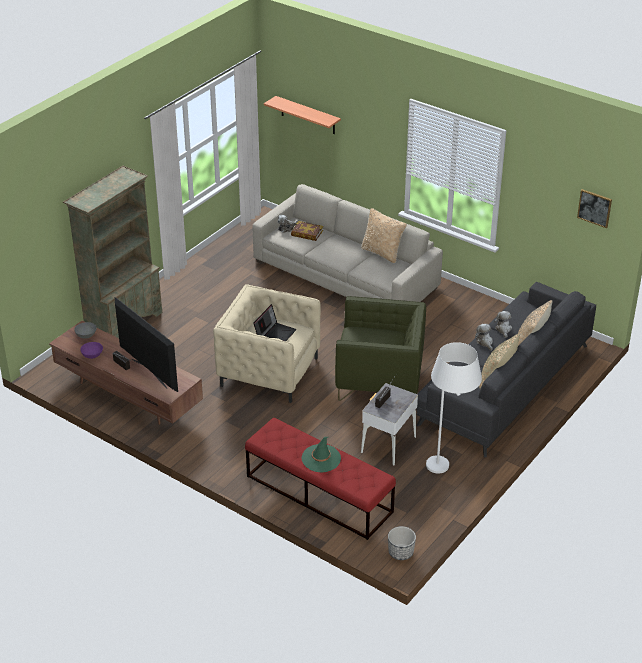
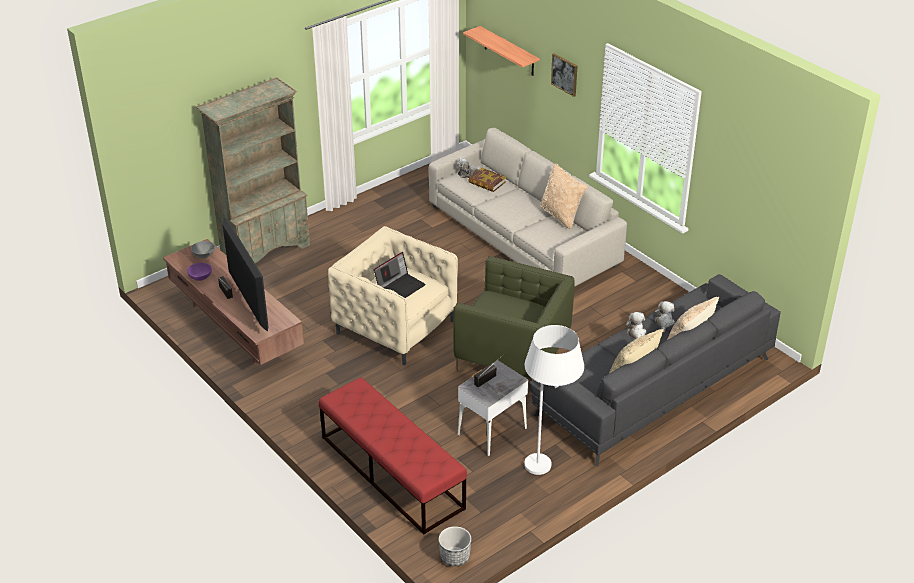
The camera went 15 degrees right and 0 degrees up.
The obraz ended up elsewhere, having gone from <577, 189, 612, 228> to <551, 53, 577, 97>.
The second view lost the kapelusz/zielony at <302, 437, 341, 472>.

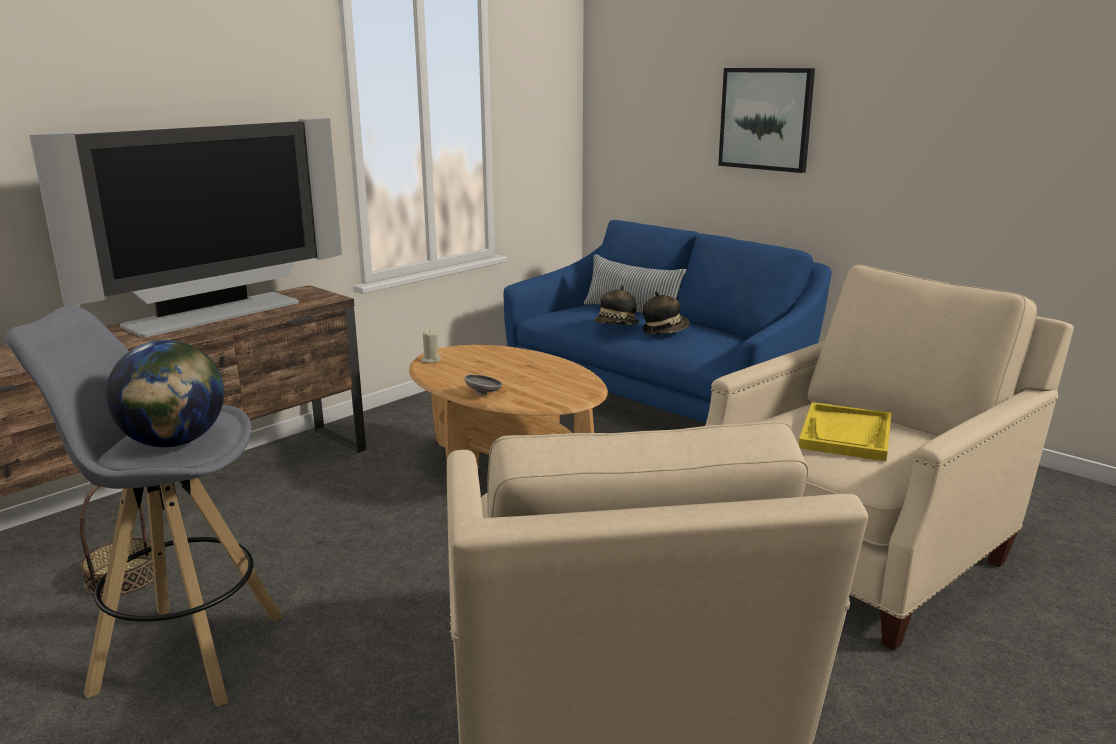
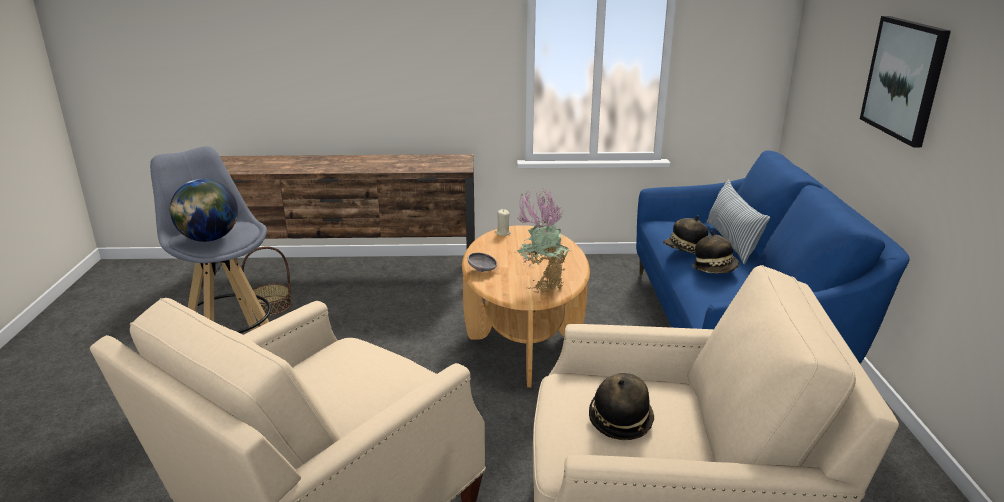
The camera went 45 degrees right and 5 degrees up.
The second view lost the telewizor at <29, 118, 342, 337>.
Where the taca/żółty stood at <799, 402, 891, 461>, the kapelusz came to stand at <589, 373, 654, 440>.
The second view gained the roślina doniczkowa at <517, 188, 571, 294>.

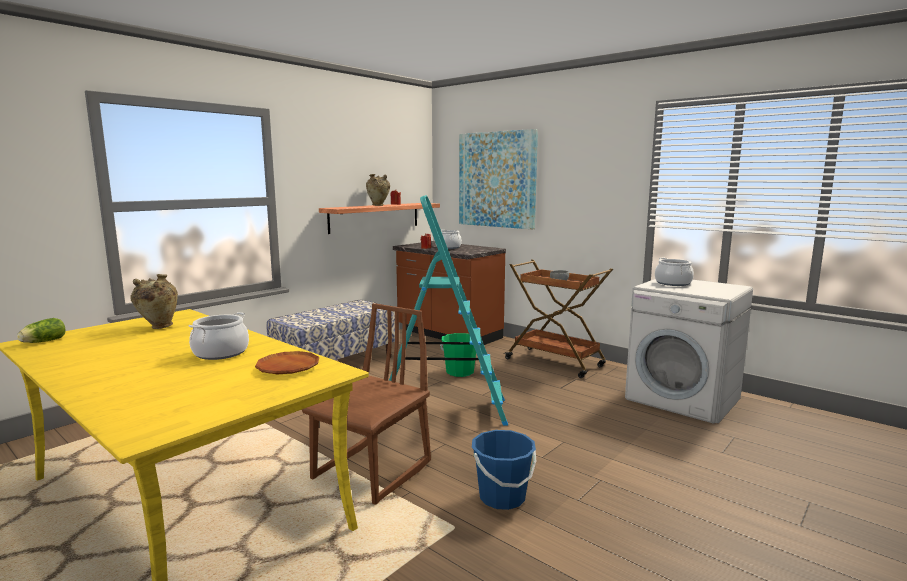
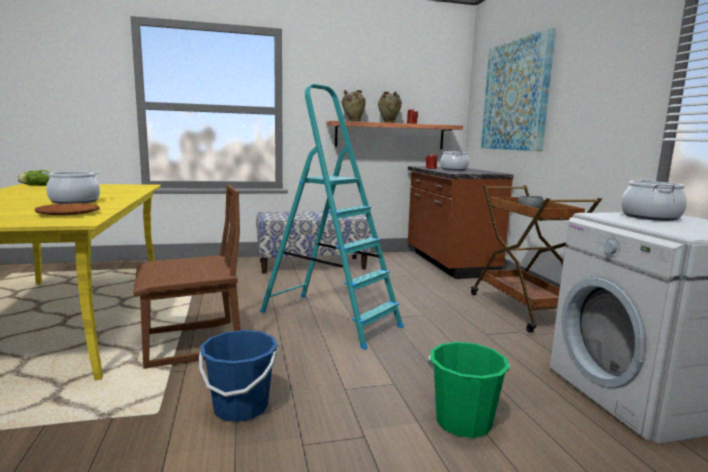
The camera went 35 degrees right and 0 degrees up.
The wazon/beżowy ended up elsewhere, having gone from <130, 274, 178, 329> to <342, 90, 366, 122>.
The wiadro/zielony ended up elsewhere, having gone from <440, 333, 476, 377> to <428, 342, 510, 438>.

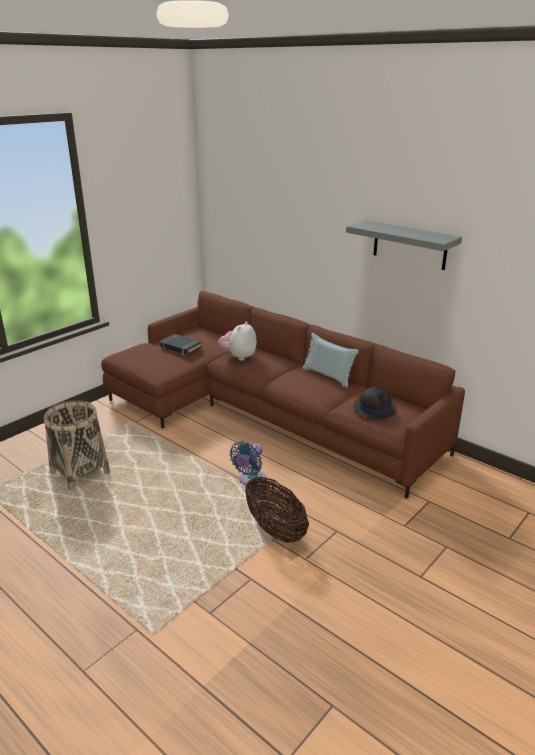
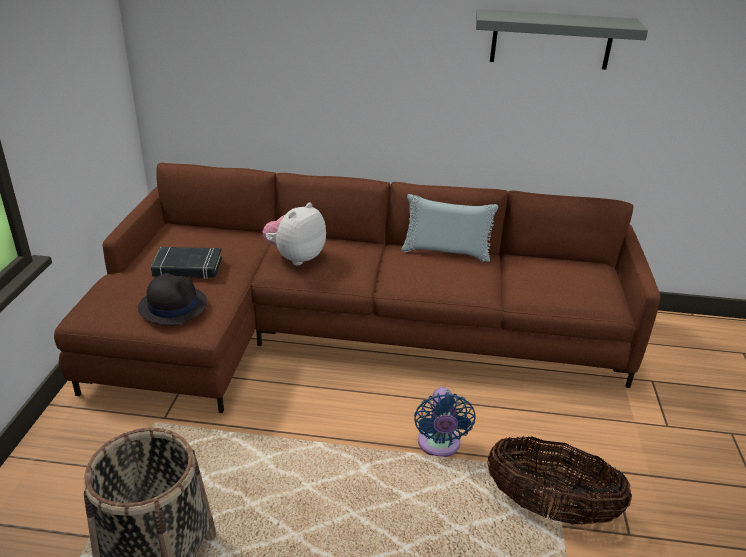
The camera went 35 degrees left and 5 degrees up.
The pluszak at <218, 321, 257, 361> ended up facing another way, 45 degrees clockwise from before.
The kapelusz/czarny ended up elsewhere, having gone from <353, 387, 397, 420> to <138, 273, 207, 325>.

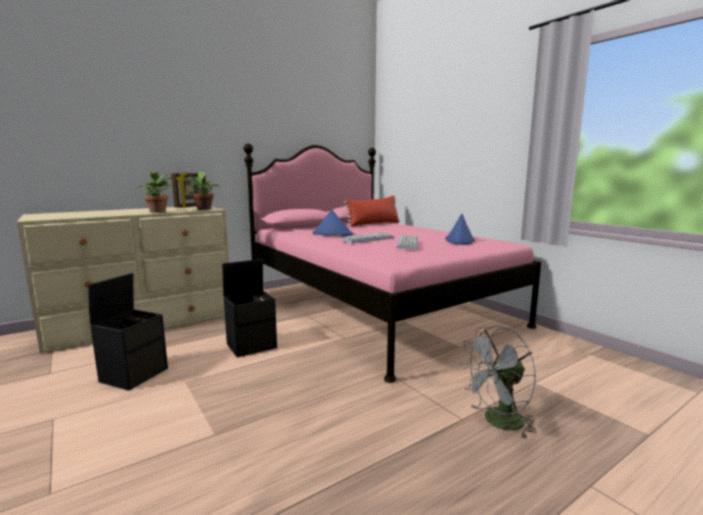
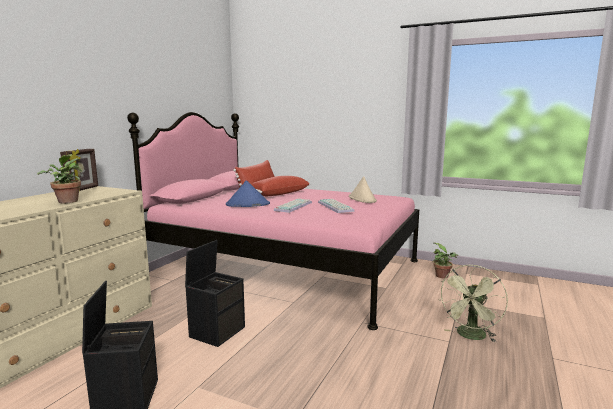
The camera went 30 degrees left and 0 degrees up.
The roślina doniczkowa ended up elsewhere, having gone from <184, 172, 220, 210> to <432, 243, 458, 278>.
What was the kapelusz/niebieski at <445, 214, 475, 245> turned into the kapelusz/beżowy at <349, 176, 377, 203>.
What was the wentylator/szary at <460, 326, 537, 438> turned into the wentylator/zielony at <438, 265, 508, 342>.
The second view gained the poduszka/czerwony at <251, 176, 310, 196>.

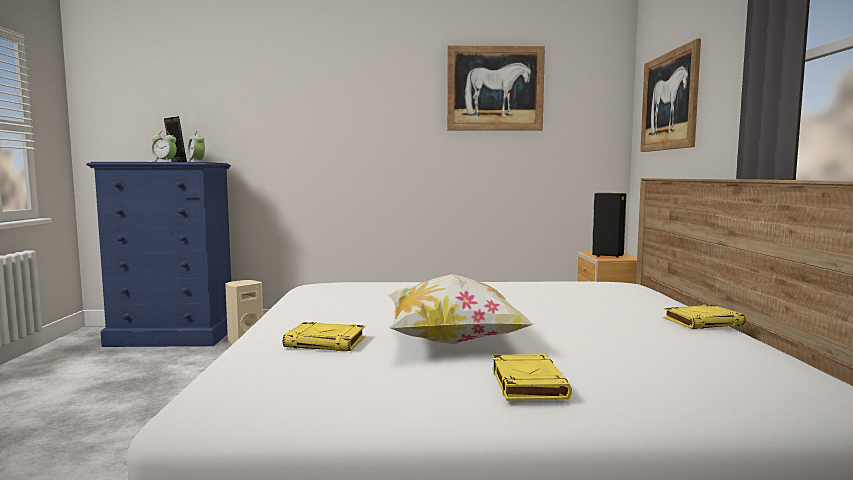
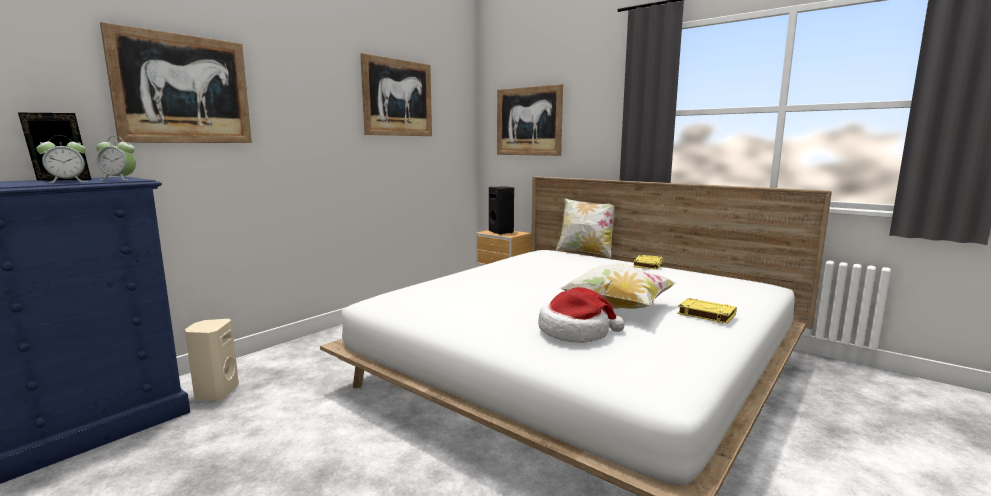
The camera went 50 degrees left and 5 degrees up.
Where the książka/żółty stood at <283, 322, 365, 351>, the kapelusz came to stand at <538, 287, 625, 343>.
The second view gained the obraz at <100, 22, 252, 143>.
The second view gained the poduszka at <556, 198, 615, 258>.

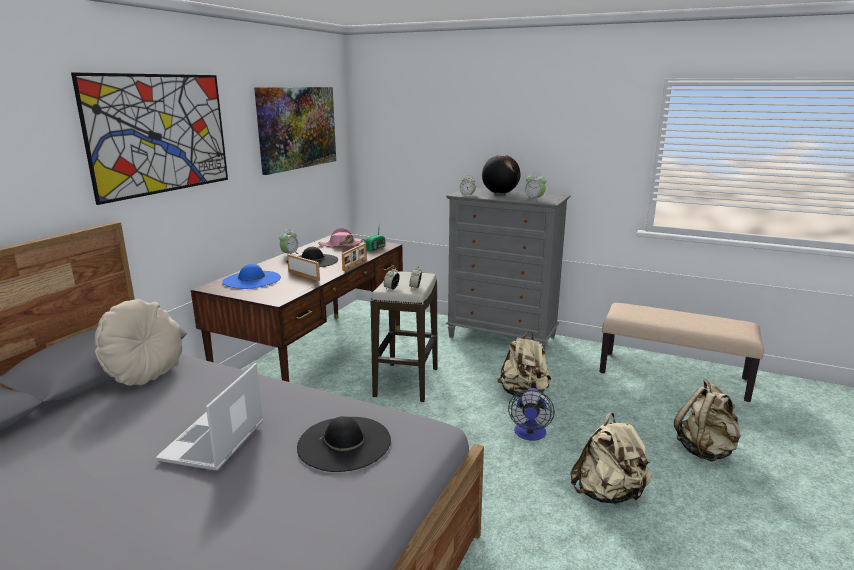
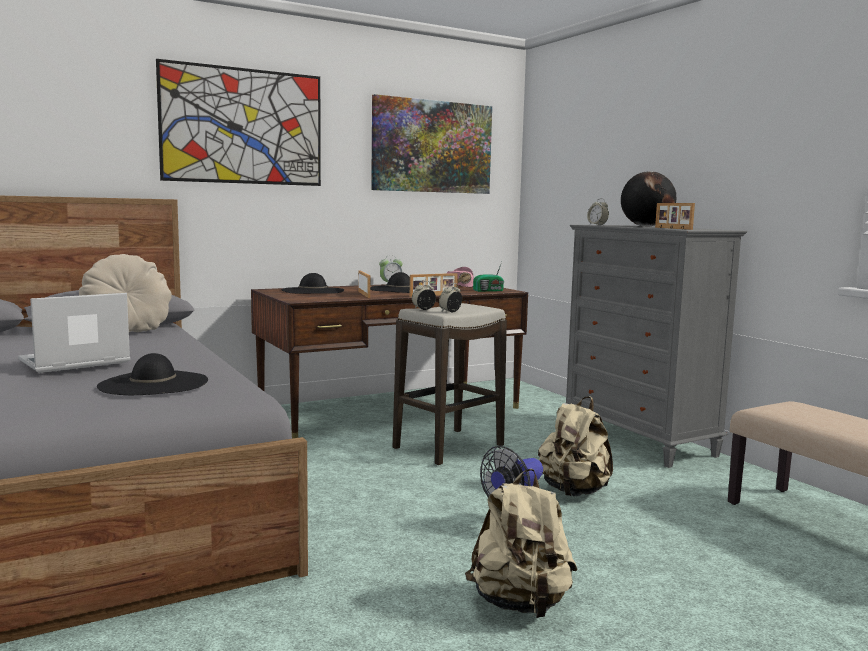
The camera went 35 degrees right and 10 degrees down.
Where the budzik stood at <524, 172, 547, 202>, the ramka na zdjęcie came to stand at <655, 203, 695, 230>.
What was the kapelusz/niebieski at <222, 264, 281, 289> turned into the kapelusz/czarny at <281, 273, 344, 294>.
The second view lost the plecak/beżowy at <674, 380, 741, 461>.

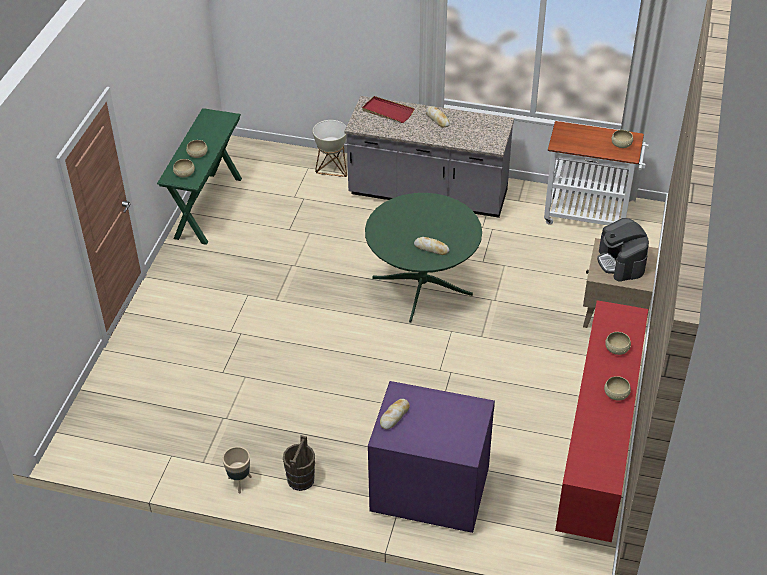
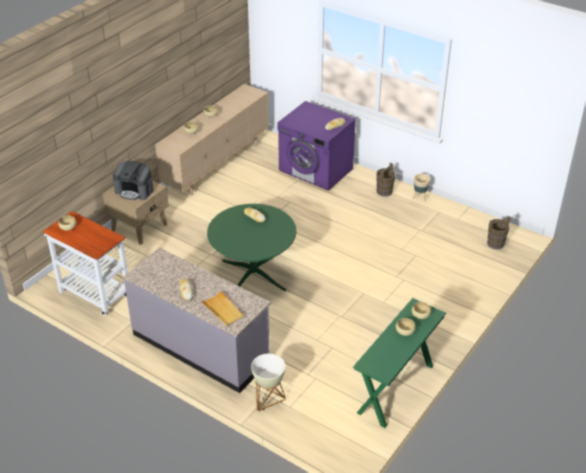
The camera went 160 degrees left and 5 degrees down.
What was the taca/czerwony at <362, 96, 415, 123> turned into the taca/beżowy at <201, 290, 244, 327>.
The ekspres do kawy at <597, 218, 649, 282> ended up facing another way, 105 degrees clockwise from before.
What was the szafka/czerwony at <555, 300, 648, 542> turned into the szafka/beżowy at <155, 84, 269, 196>.
The second view gained the wiadro/brązowy at <487, 216, 511, 249>.

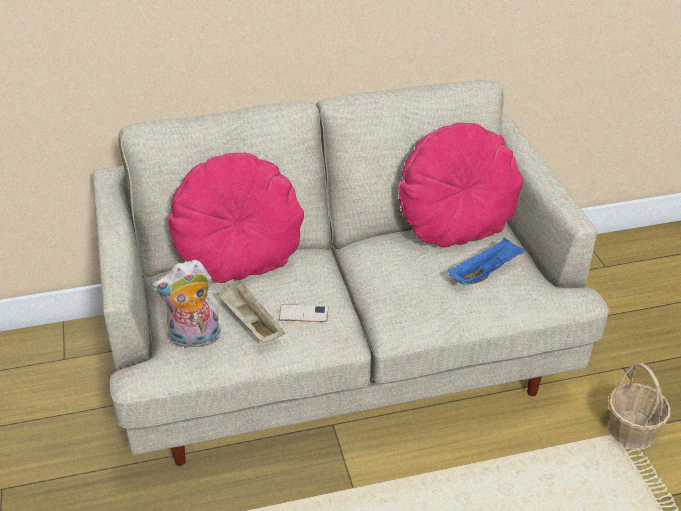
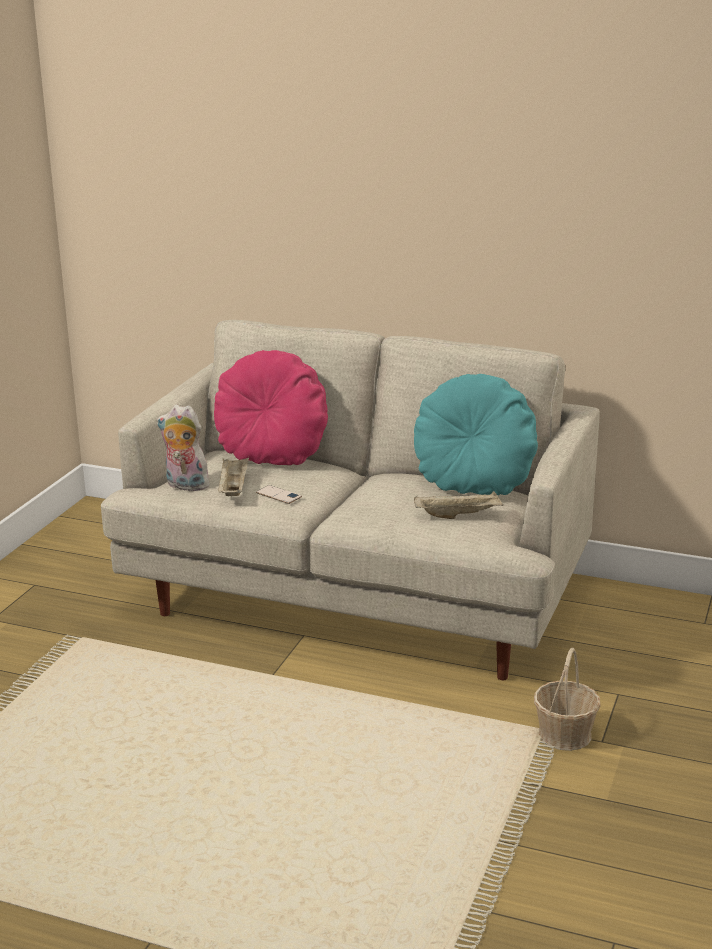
The camera went 35 degrees right and 15 degrees down.
What was the poduszka/różowy at <398, 123, 523, 248> turned into the poduszka/turkusowy at <414, 374, 538, 495>.
What was the taca/niebieski at <448, 237, 527, 284> turned into the taca/beżowy at <414, 491, 503, 519>.

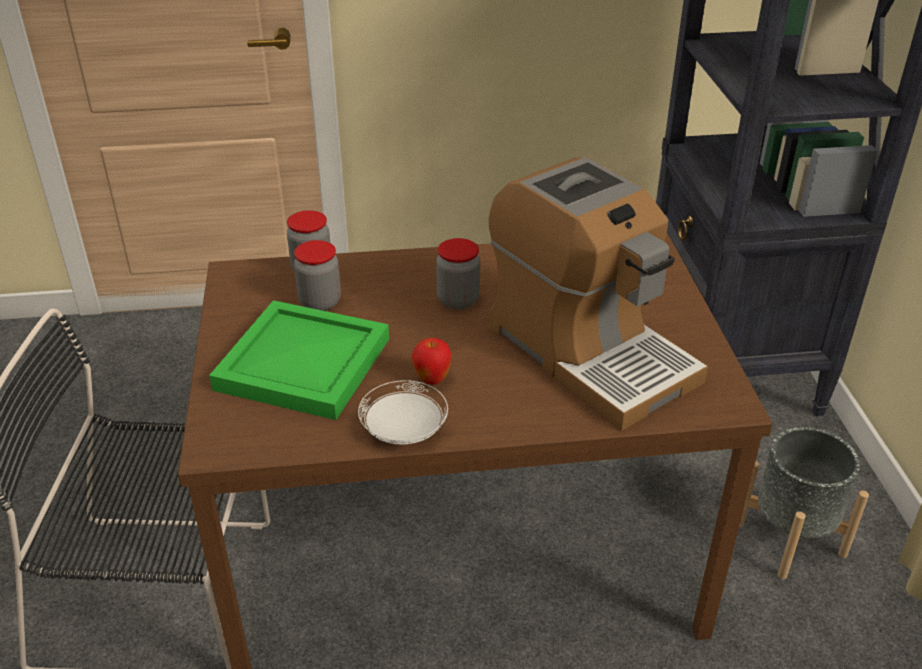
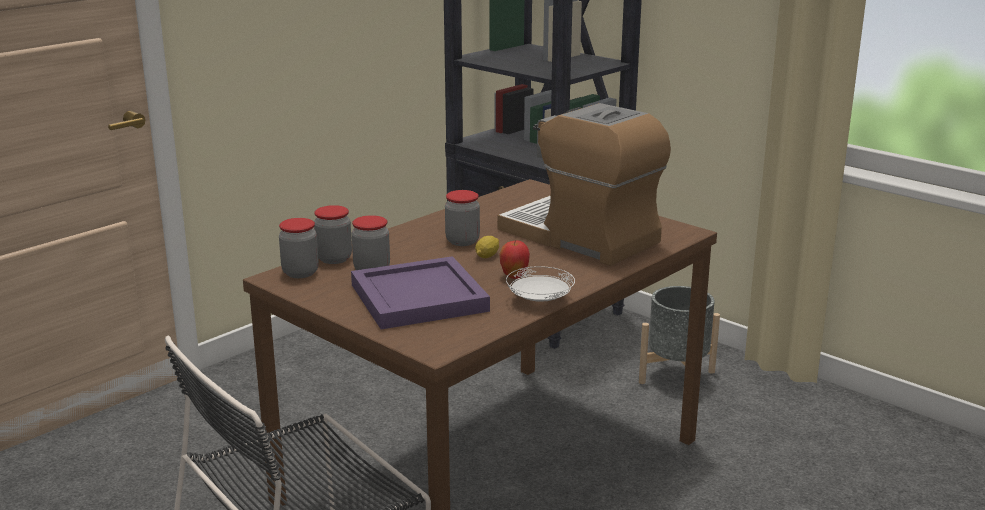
The camera went 40 degrees left and 15 degrees down.
The ekspres do kawy at <489, 157, 708, 431> ended up facing another way, 150 degrees counterclockwise from before.
What was the taca/zielony at <209, 300, 389, 420> turned into the taca/fioletowy at <351, 256, 490, 329>.
The second view gained the słoik at <279, 218, 319, 278>.
The second view gained the cytryna at <475, 236, 499, 258>.

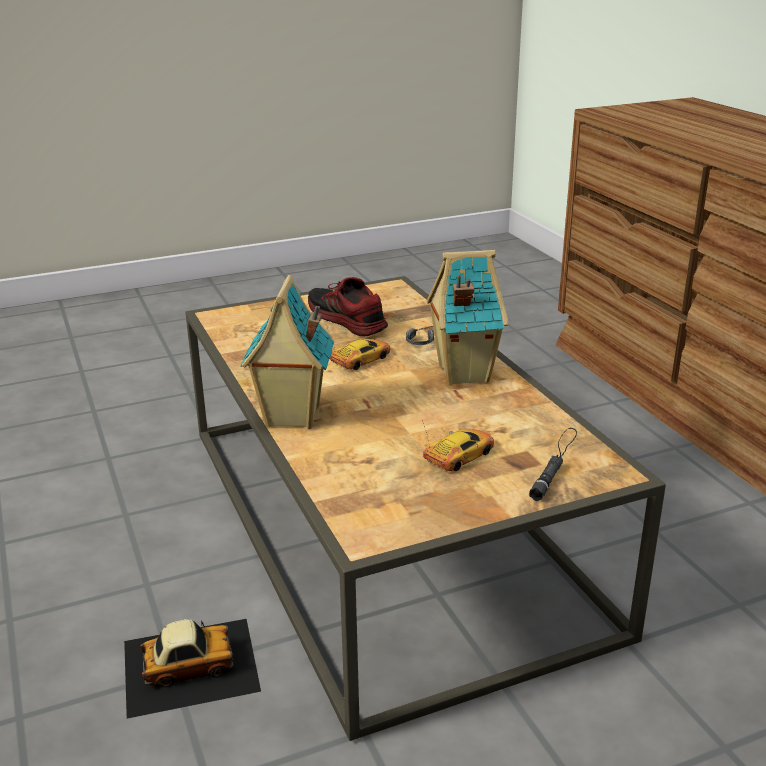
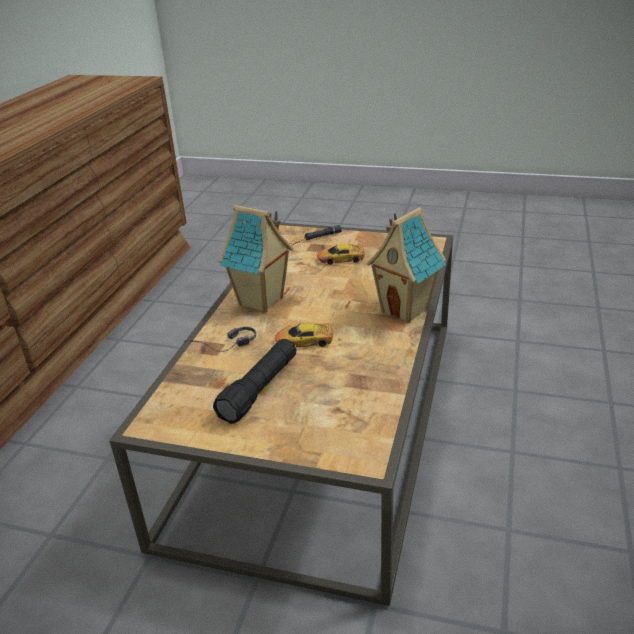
The camera went 140 degrees left and 5 degrees up.
Where the but stood at <308, 277, 388, 336>, the latarka/czarny came to stand at <213, 339, 296, 424>.
The second view lost the samochodzik at <124, 619, 261, 719>.

